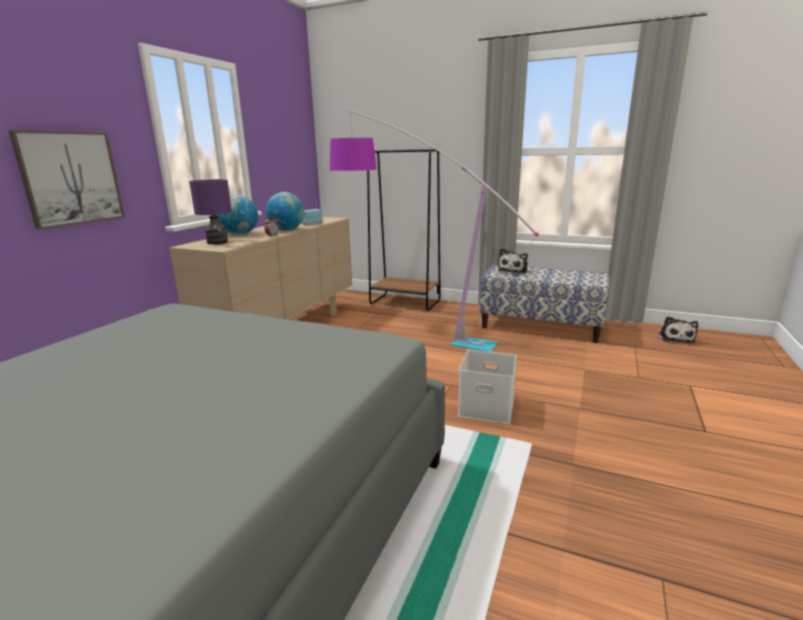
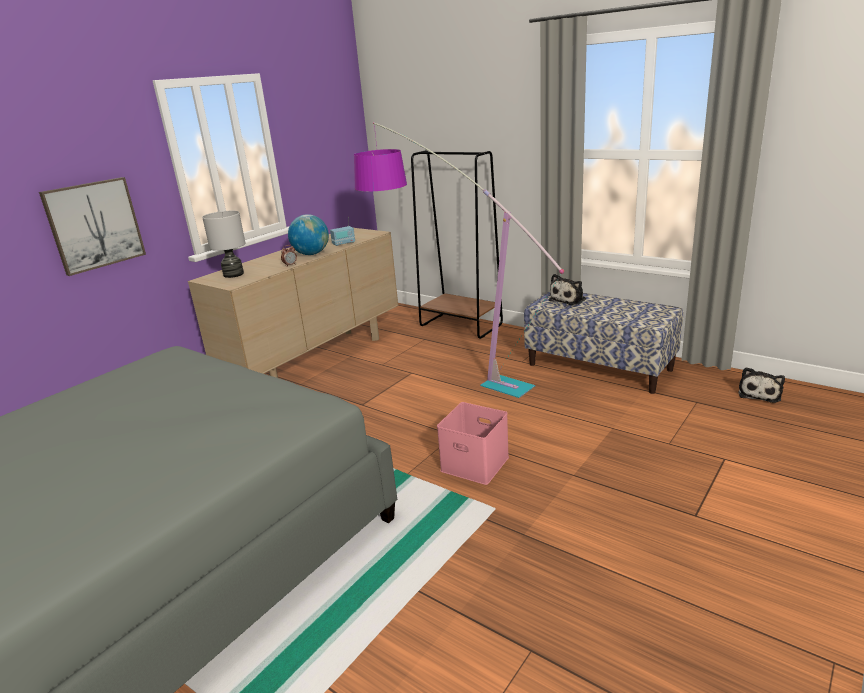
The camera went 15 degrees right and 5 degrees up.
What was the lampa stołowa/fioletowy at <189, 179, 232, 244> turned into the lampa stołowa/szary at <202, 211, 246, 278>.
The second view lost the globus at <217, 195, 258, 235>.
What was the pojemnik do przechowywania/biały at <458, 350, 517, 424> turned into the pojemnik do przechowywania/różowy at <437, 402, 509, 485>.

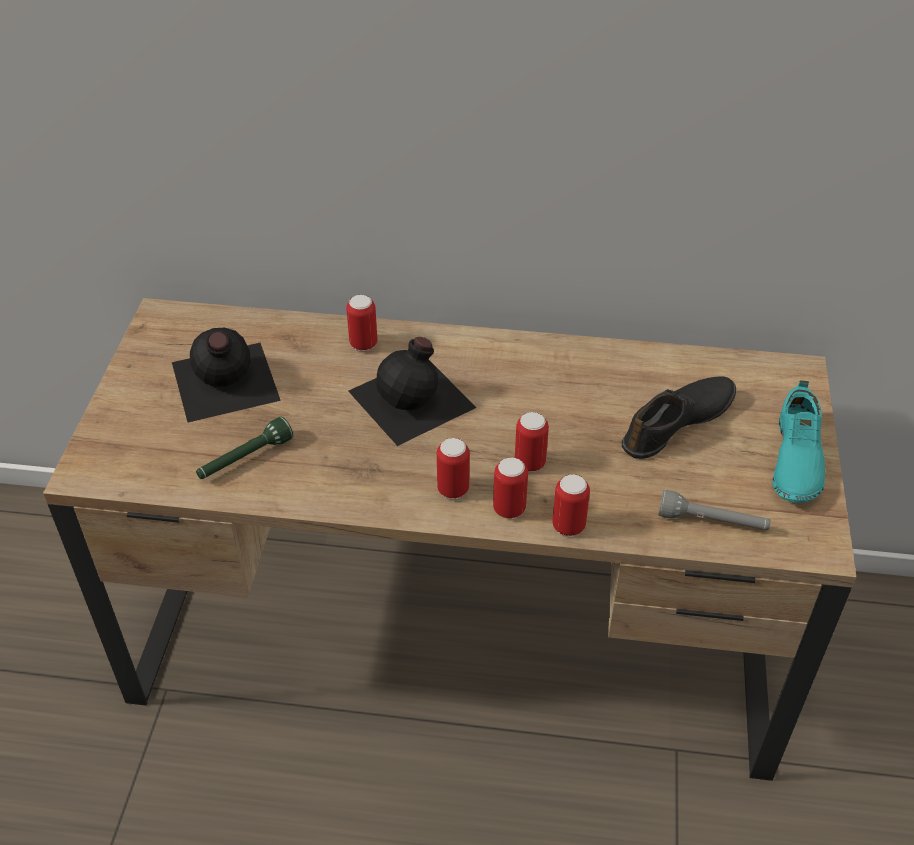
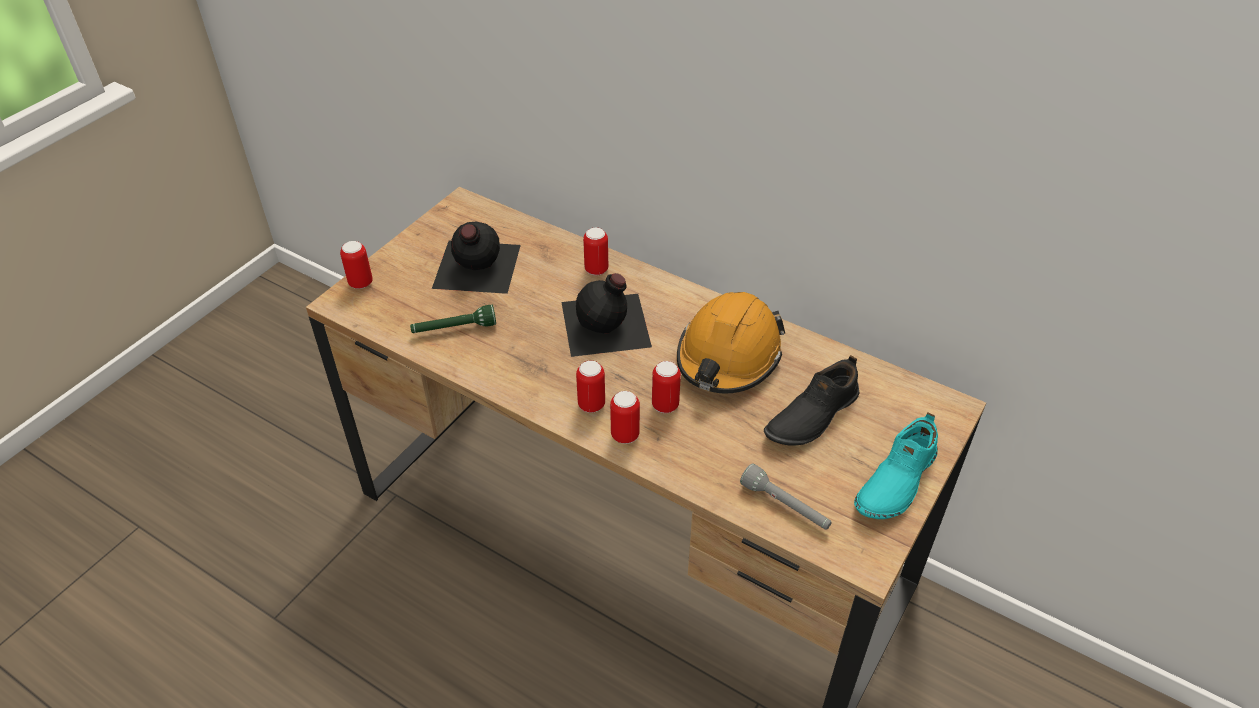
The camera went 25 degrees right and 0 degrees up.
The but/czarny at <622, 376, 736, 459> ended up facing another way, 150 degrees clockwise from before.
The puszka ended up elsewhere, having gone from <552, 474, 590, 536> to <340, 241, 373, 289>.
The second view gained the kask/pomarańczowy at <677, 292, 785, 393>.

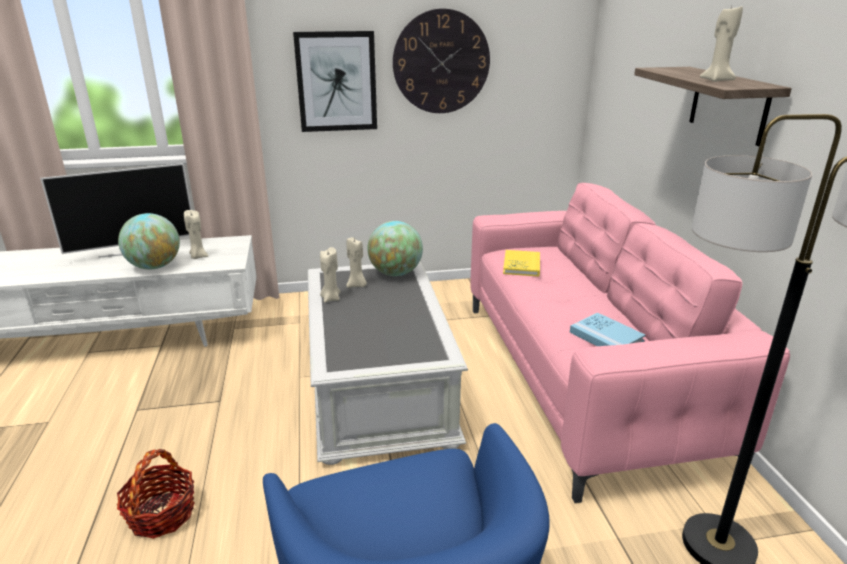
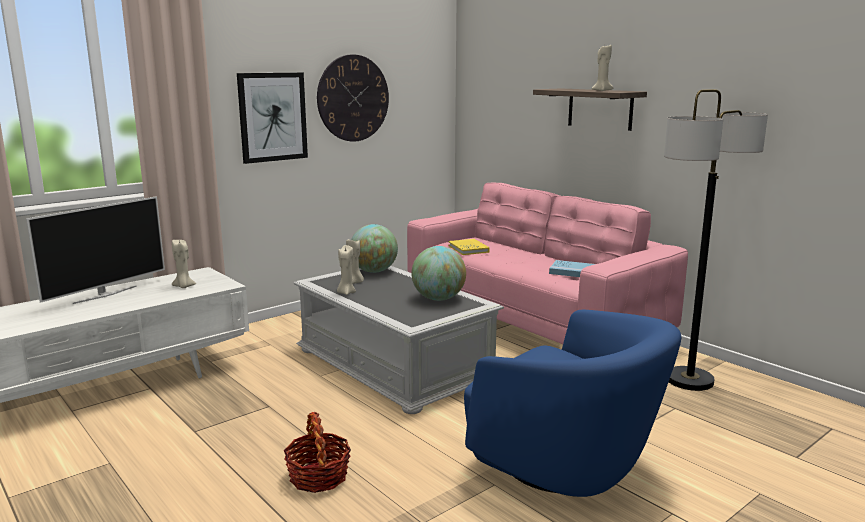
The camera went 30 degrees left and 10 degrees down.
The globus ended up elsewhere, having gone from <118, 213, 180, 269> to <412, 246, 466, 301>.

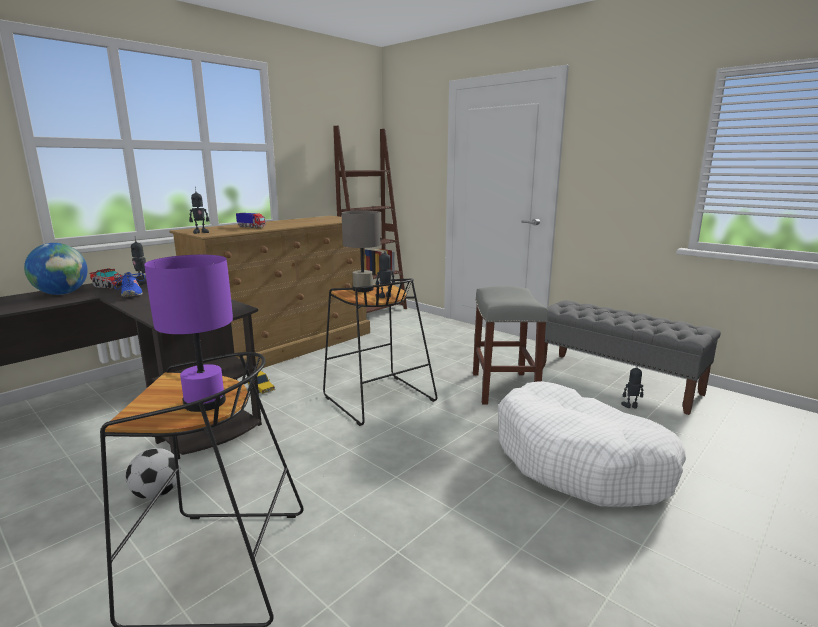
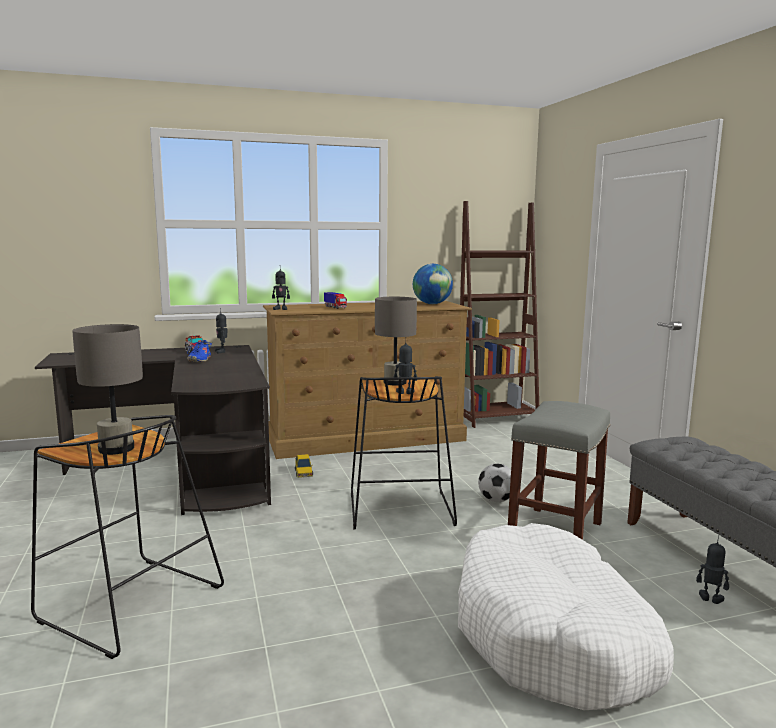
The camera went 30 degrees right and 5 degrees down.
The globus ended up elsewhere, having gone from <24, 243, 88, 295> to <413, 264, 453, 304>.
What was the lampa stołowa/fioletowy at <144, 255, 233, 412> turned into the lampa stołowa/szary at <72, 324, 143, 455>.
The piłka futbolowa ended up elsewhere, having gone from <126, 448, 181, 499> to <478, 464, 511, 502>.

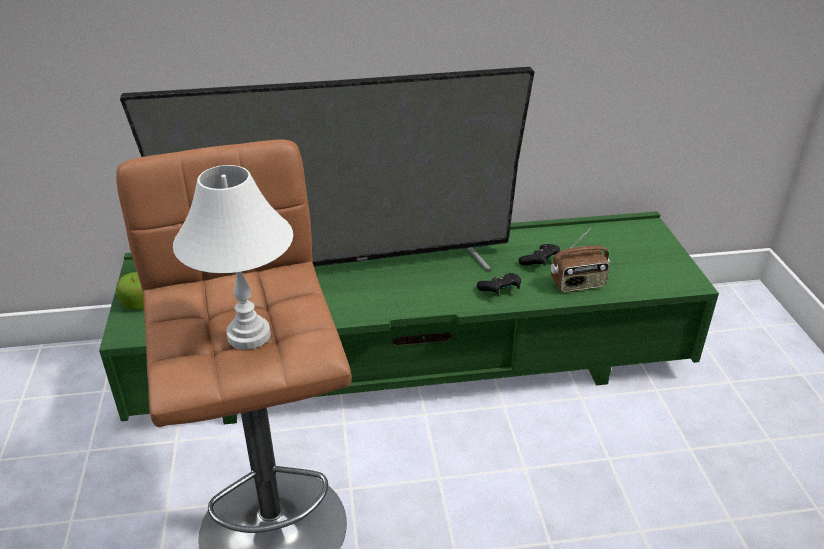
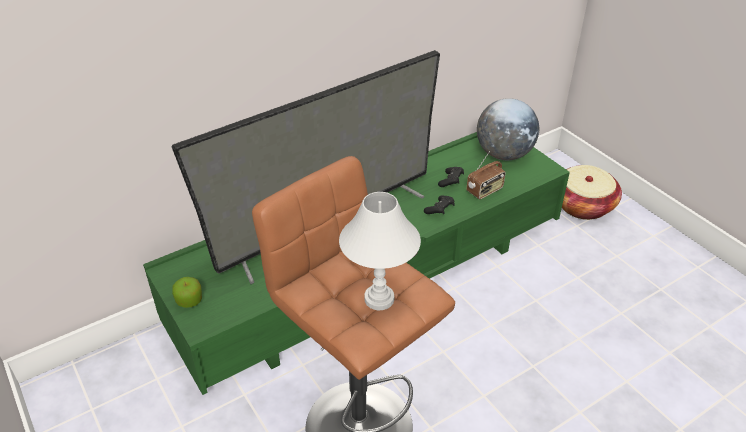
The camera went 25 degrees left and 5 degrees up.
The second view gained the globus at <477, 98, 539, 160>.
The second view gained the koszyk at <562, 165, 622, 220>.

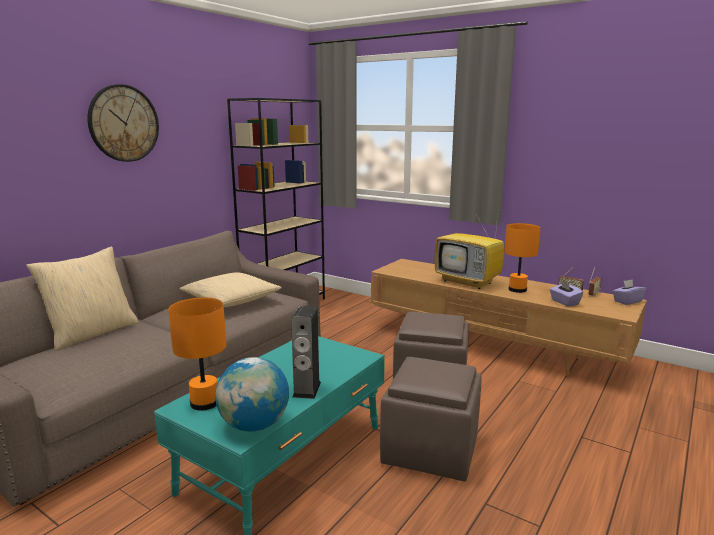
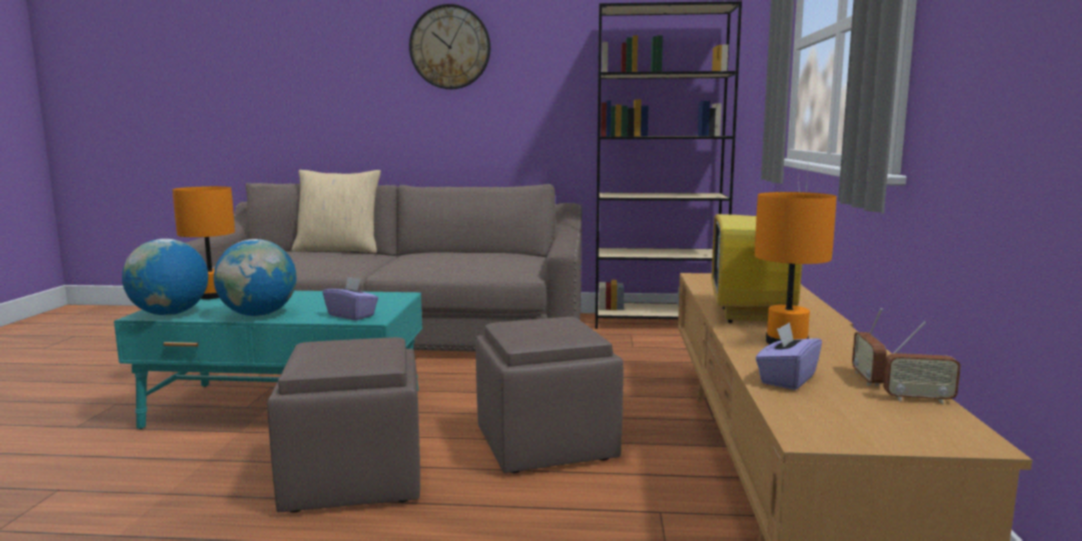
The camera went 60 degrees right and 5 degrees down.
The second view lost the poduszka/beżowy at <180, 272, 282, 307>.
The pudełko chusteczek/fioletowy ended up elsewhere, having gone from <613, 279, 646, 305> to <323, 276, 378, 320>.
Where the głośnik stood at <291, 306, 321, 399>, the globus came to stand at <214, 239, 297, 316>.

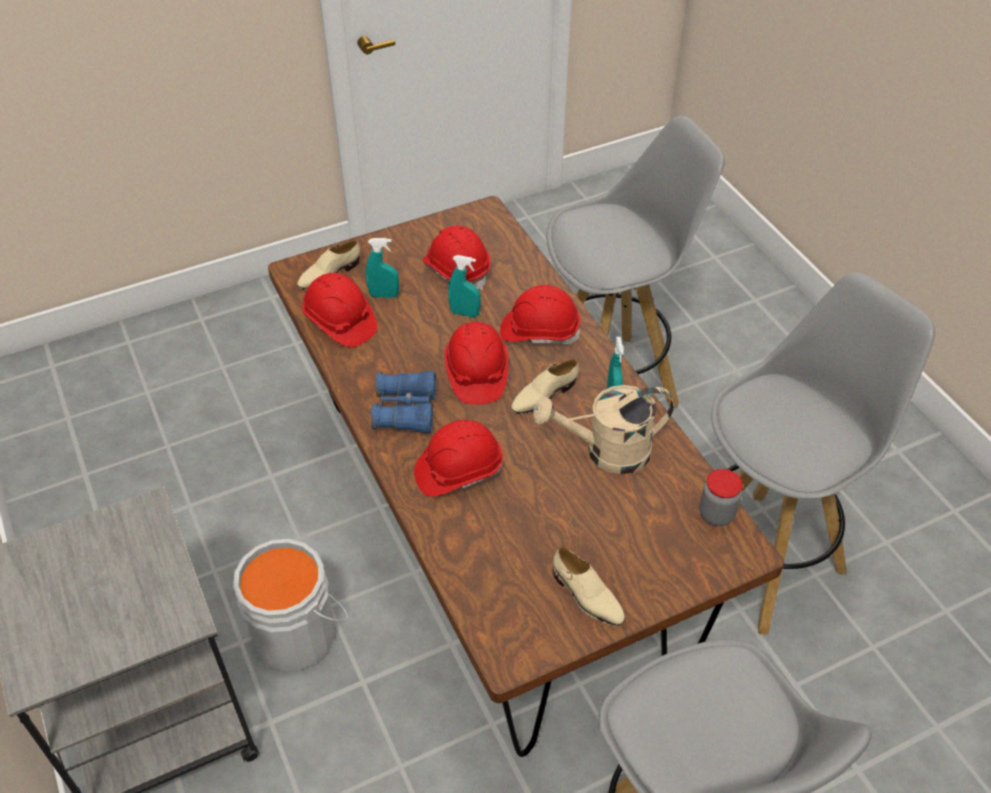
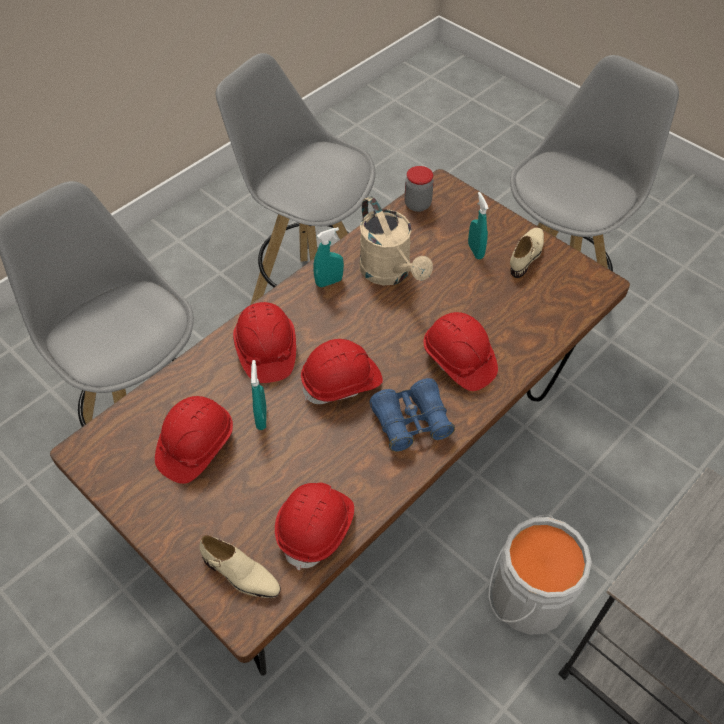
The camera went 110 degrees left and 5 degrees up.
The spryskiwacz/turkusowy ended up elsewhere, having gone from <366, 238, 399, 298> to <468, 192, 489, 259>.
The second view lost the but/beżowy at <510, 359, 579, 414>.

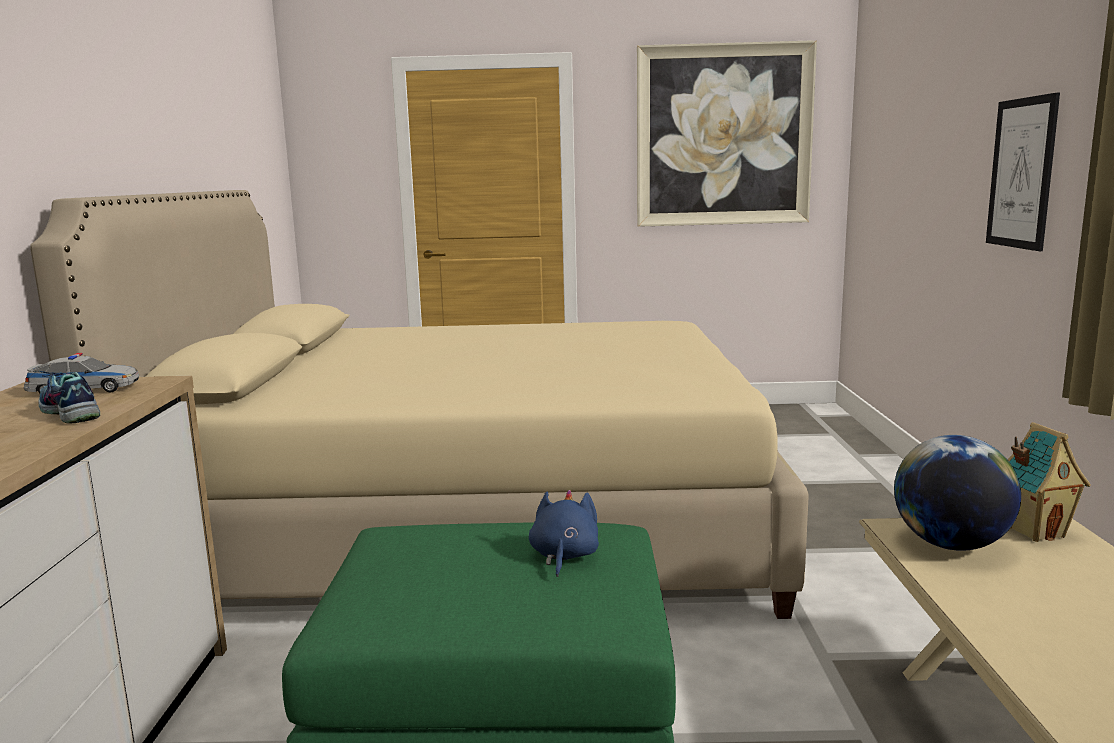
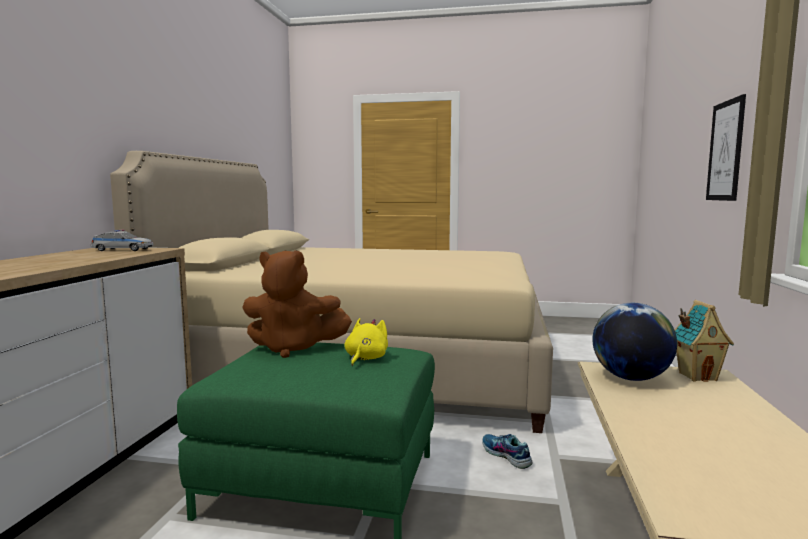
The camera went 10 degrees right and 5 degrees down.
The second view lost the obraz at <637, 40, 817, 227>.
The but ended up elsewhere, having gone from <34, 371, 100, 424> to <482, 434, 533, 469>.
What was the pluszak/niebieski at <529, 490, 599, 577> turned into the pluszak/żółty at <344, 318, 388, 366>.
The second view gained the pluszak/brązowy at <242, 250, 352, 358>.

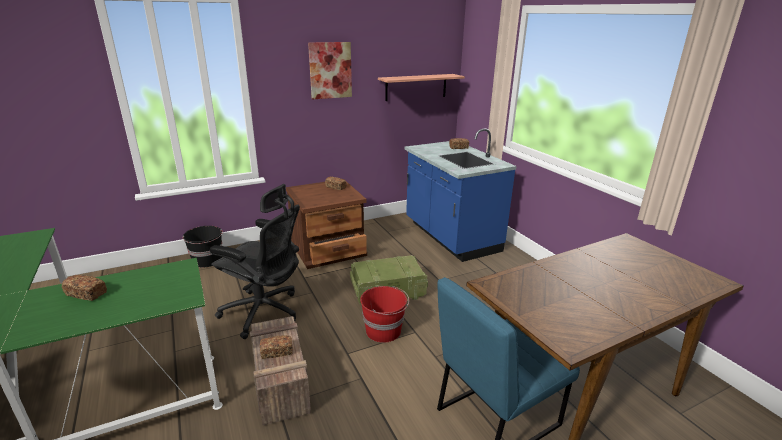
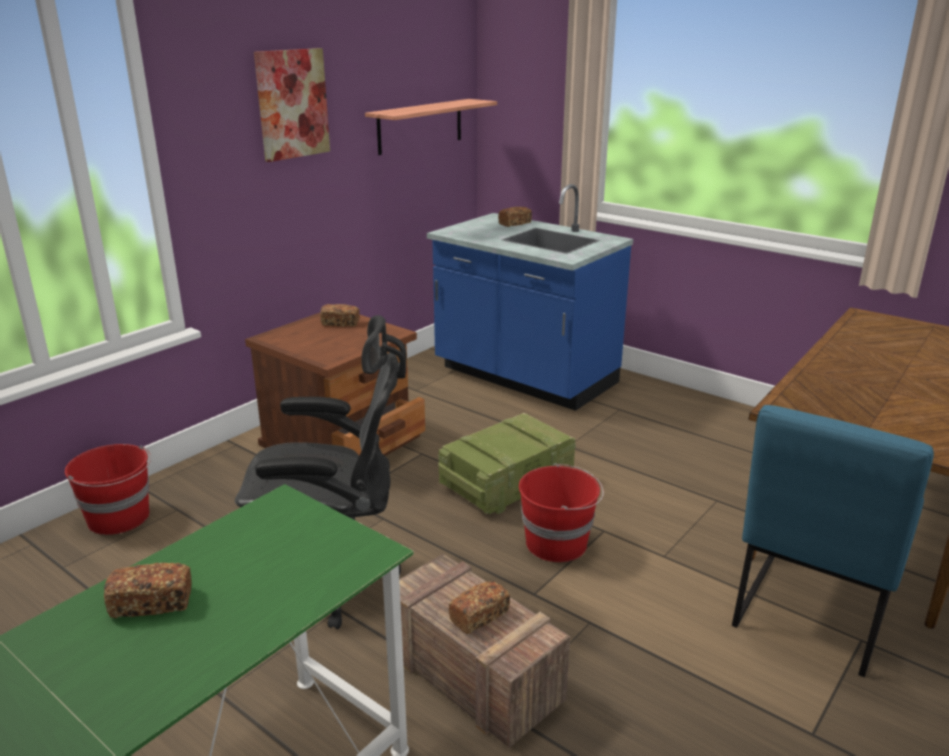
The camera went 25 degrees left and 0 degrees up.
What was the wiadro/czarny at <182, 226, 223, 267> turned into the wiadro/czerwony at <65, 444, 151, 535>.

